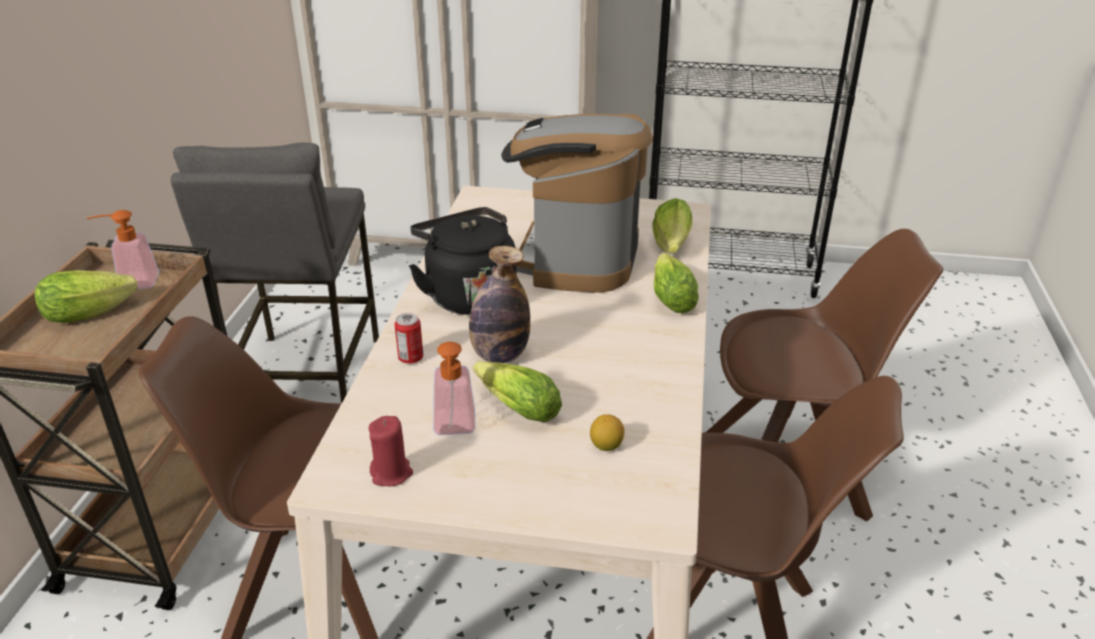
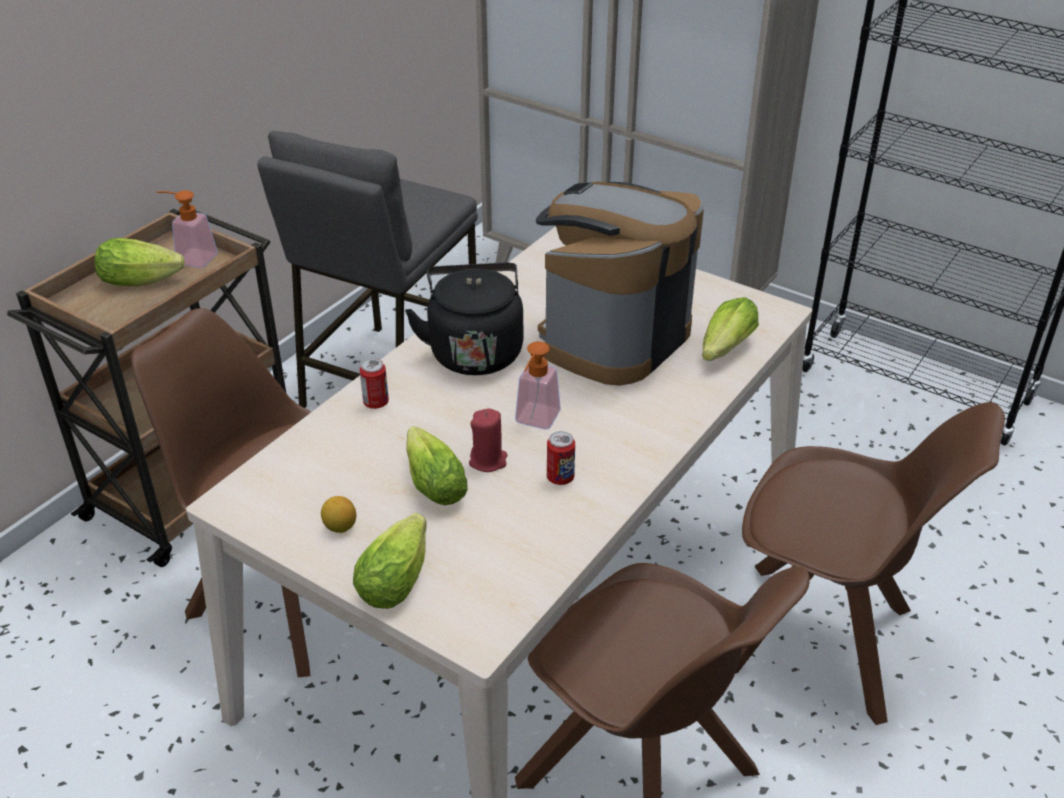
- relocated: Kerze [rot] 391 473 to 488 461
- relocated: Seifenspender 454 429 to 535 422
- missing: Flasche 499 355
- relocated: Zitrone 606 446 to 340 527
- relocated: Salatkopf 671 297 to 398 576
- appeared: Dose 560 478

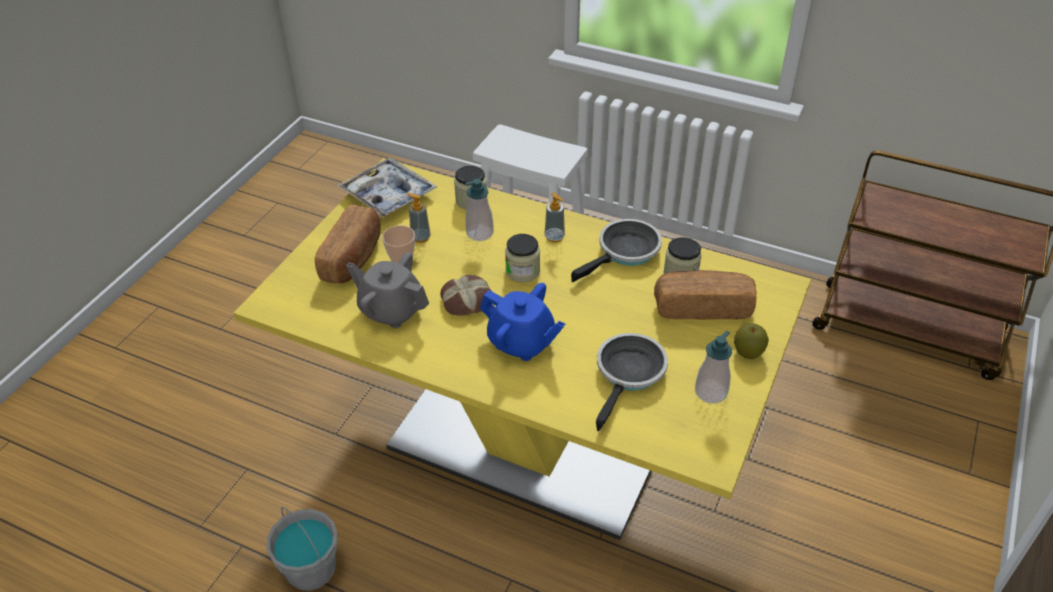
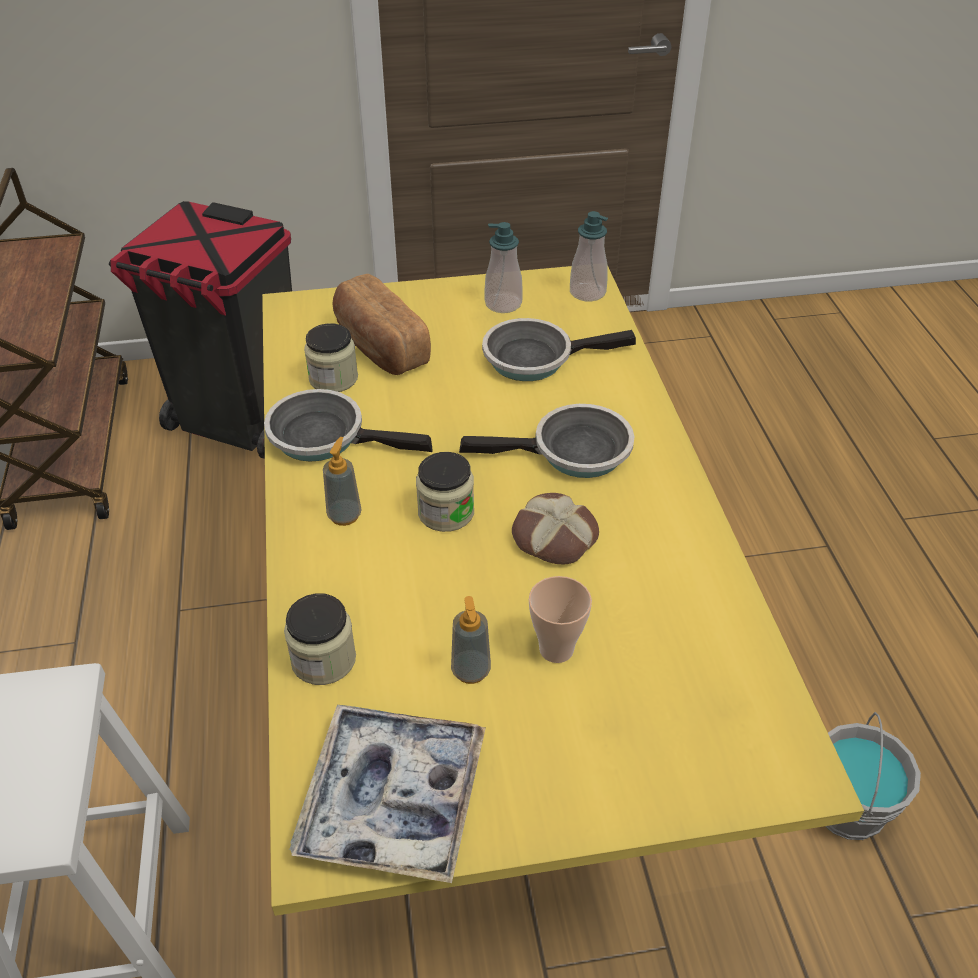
- missing: Brot 353 258
- missing: Teekanne [grau] 391 310
- relocated: Seifenspender 479 233 to 587 292
- exchanged: Teekanne [blau] 521 342 to Pfanne 573 452
- missing: Apfel 748 352
- appeared: Mülleimer [schwarz] 240 422

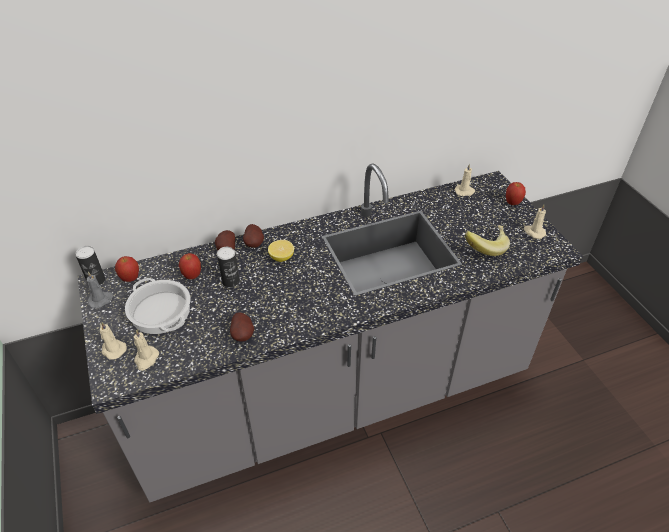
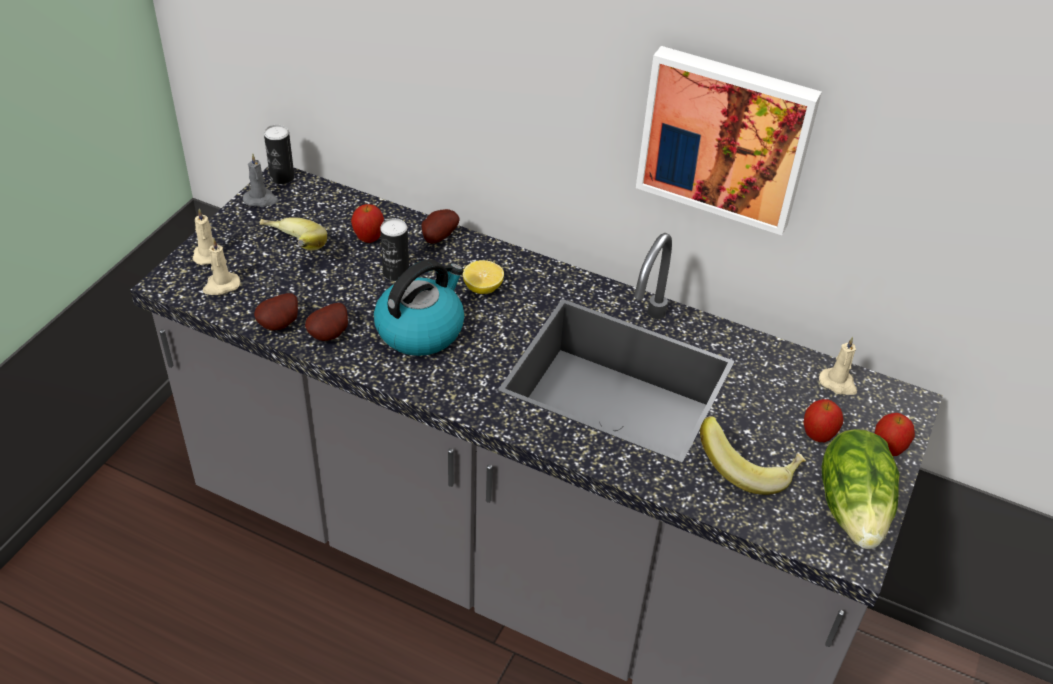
- relocated: Apfel 130 279 to 817 436
- exchanged: Kochtopf 159 311 to Banane 292 251
- relocated: Kartoffel 255 243 to 281 325
- exchanged: Kerze [beige] 534 232 to Salatkopf 854 508
- appeared: Wasserkessel 420 329
- appeared: Bild 726 137

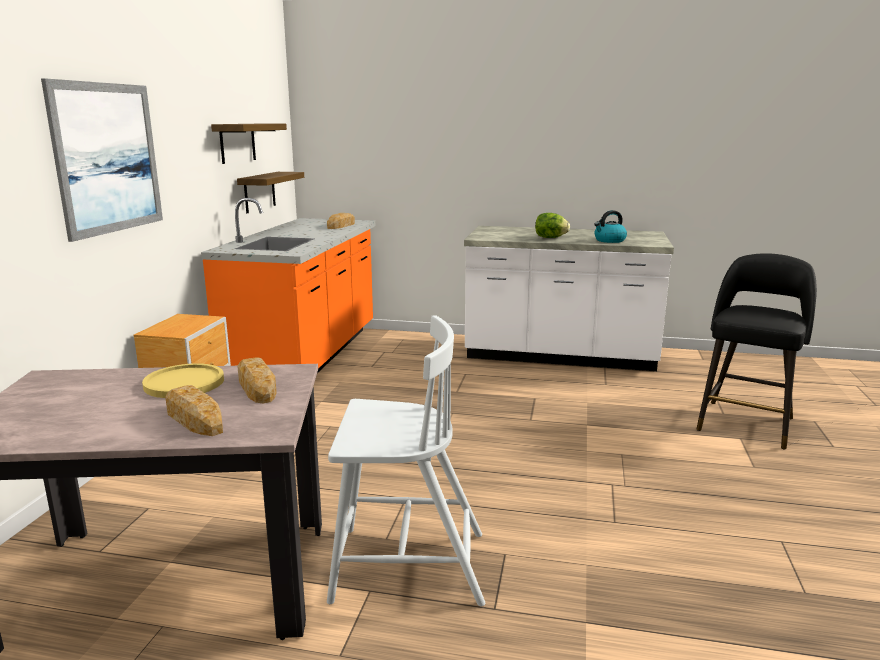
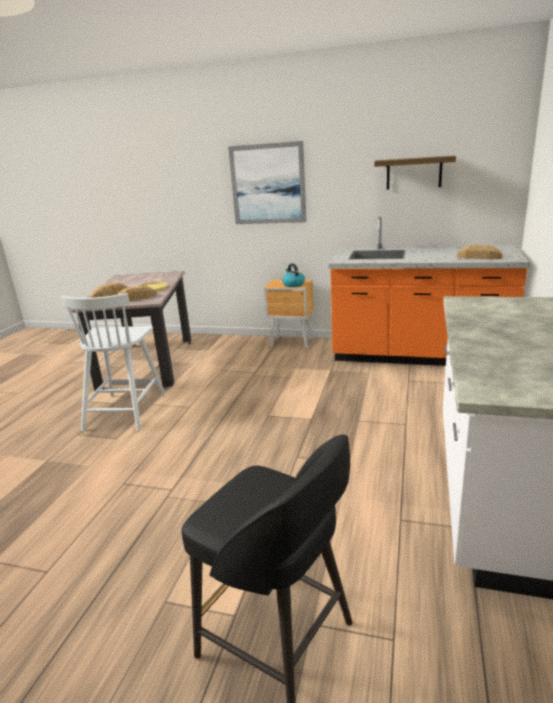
- missing: Wandregal 259 192
- missing: Salatkopf 550 238
- relocated: Wasserkessel 609 240 to 293 284

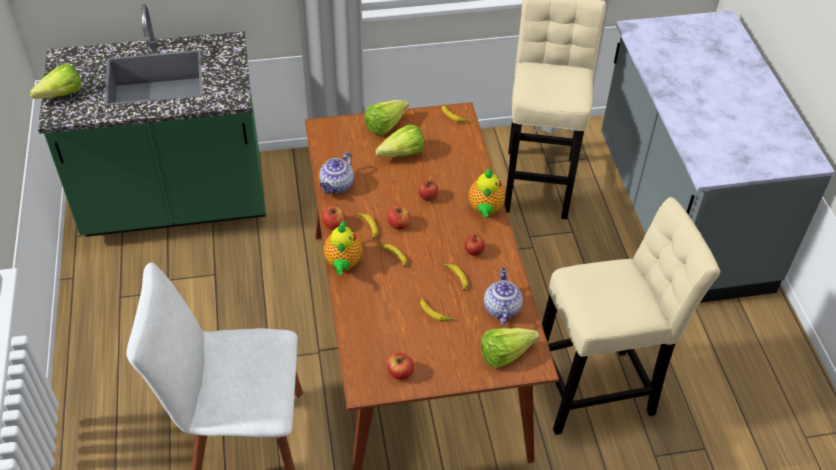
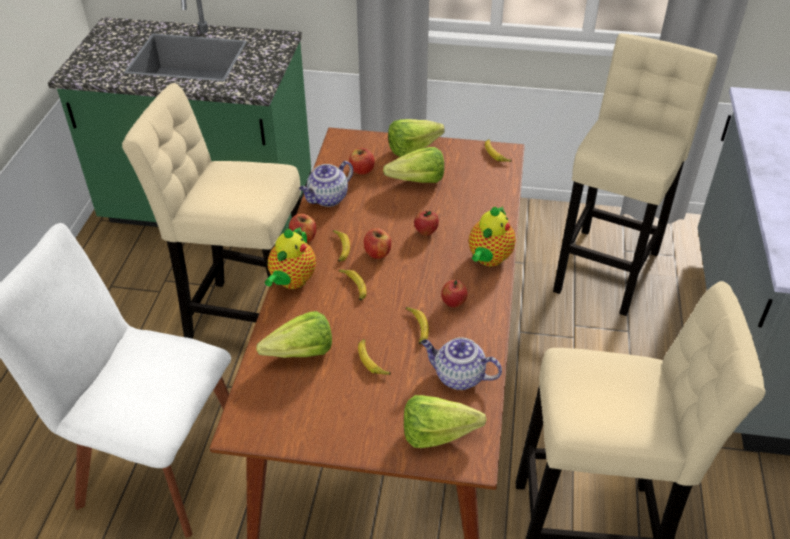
- relocated: Salatkopf 57 96 to 295 354
- relocated: Apfel 400 373 to 361 170
- spun: Teekanne 501 308 = 458 377 90 degrees counterclockwise
- appeared: Hocker [beige] 244 317

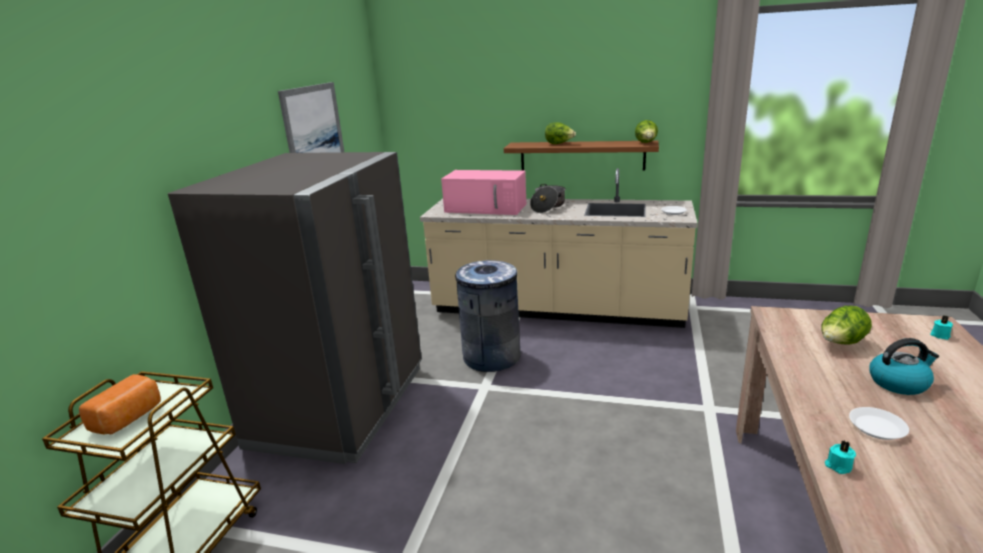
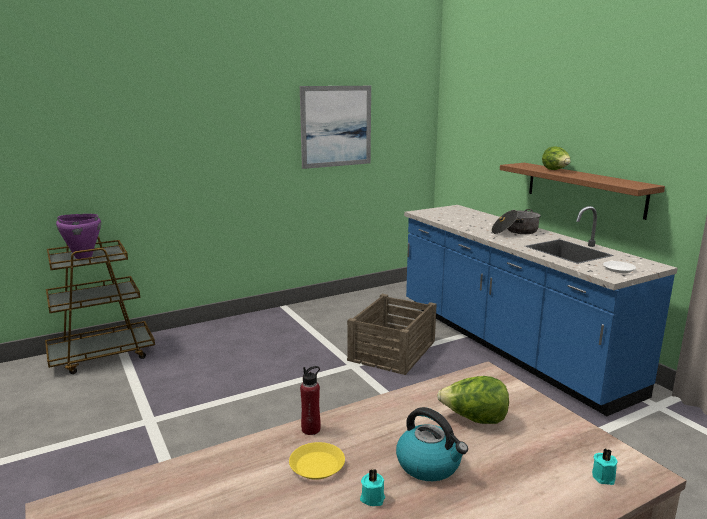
- exchanged: Brot 130 418 to Kochtopf [lila] 83 256
- missing: Kühlschrank [grau] 341 406
- colour: Küchenzeile [beige] 557 310 to Küchenzeile [blau] 507 345
- missing: Mikrowelle [rosa] 487 208
- exchanged: Mülleimer [grau] 491 357 to Kiste 393 350
- missing: Salatkopf 646 143
- relocated: Kerze [türkis] 838 466 to 372 497
- colour: Teller [weiß] 877 427 to Teller [gelb] 317 465
- appeared: Flasche [rot] 311 429

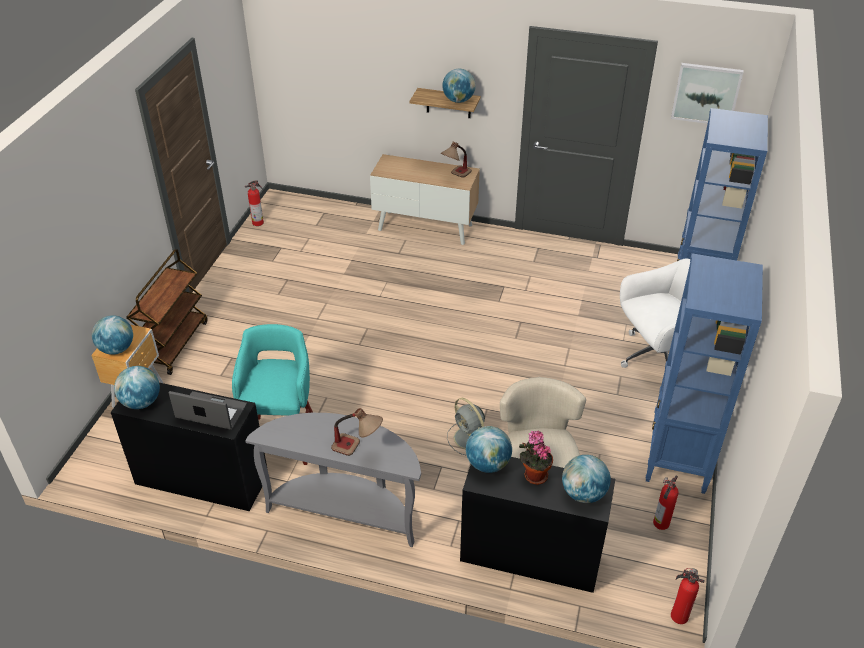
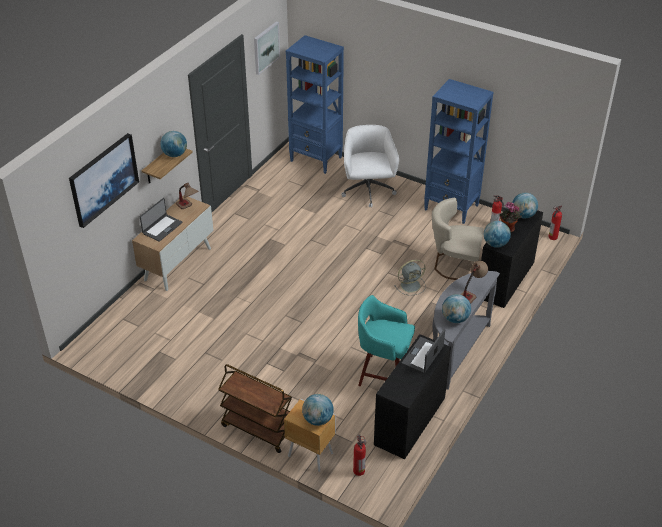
- relocated: Globus 141 402 to 455 319
- relocated: Feuerlöscher 258 222 to 359 470
- appeared: Bild 103 179
- appeared: Laptop 162 228

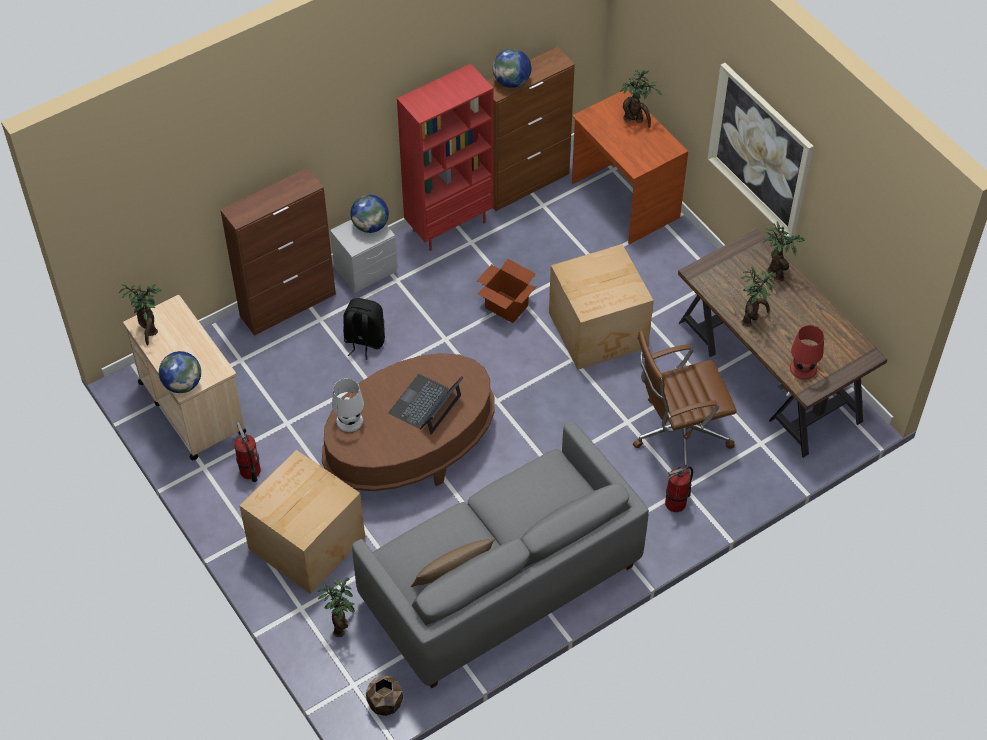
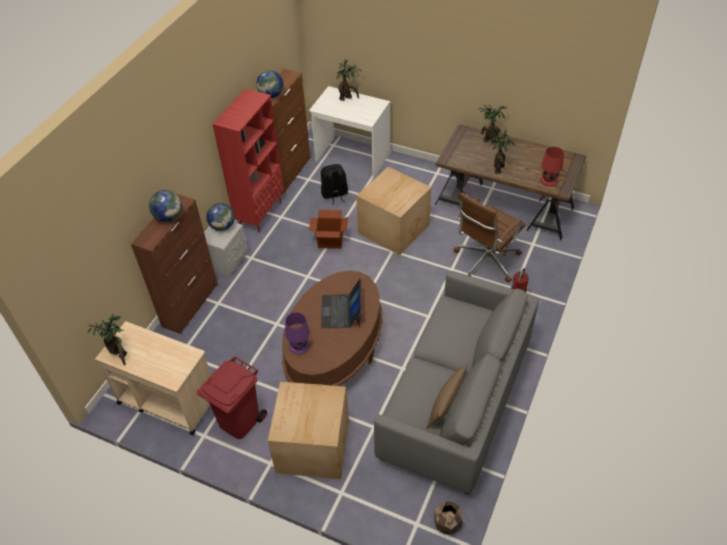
- relocated: Globus 183 384 to 169 217
- exchanged: Feuerlöscher 250 471 to Mülleimer [rot] 238 420
- missing: Topfpflanze 342 625
- colour: Tischlampe [weiß] 350 420 to Tischlampe [lila] 299 345
- relocated: Rucksack [schwarz] 364 341 to 334 195
- colour: Schreibtisch [braun] 624 200 to Schreibtisch [weiß] 352 157
- missing: Bild 760 151

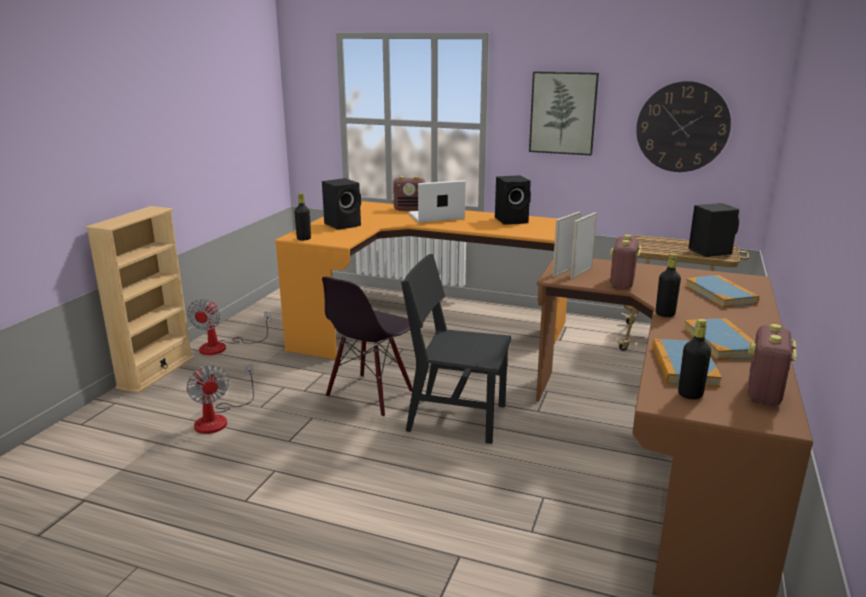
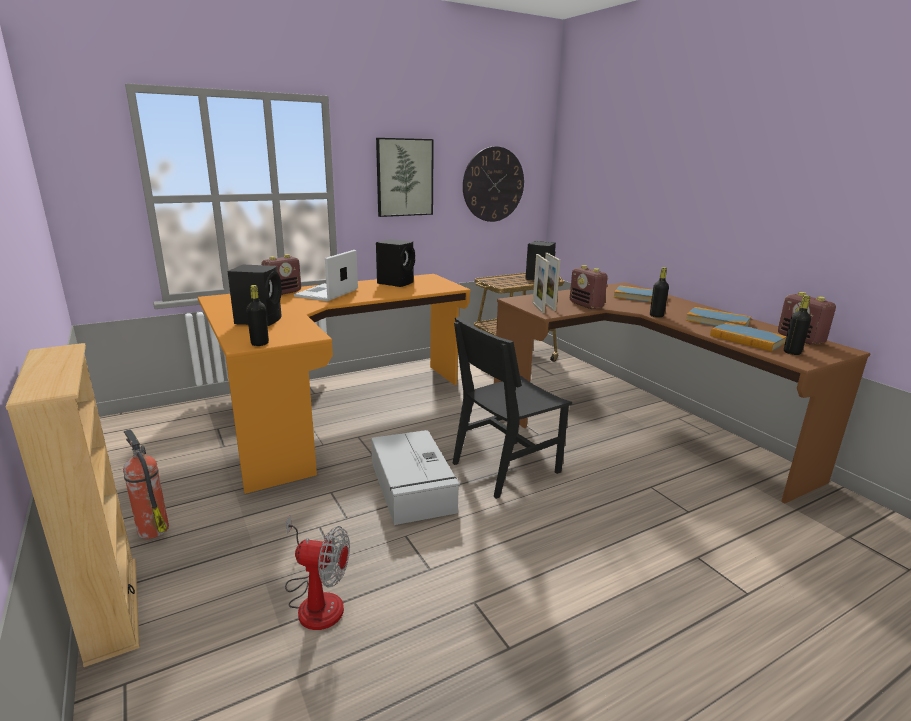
- exchanged: Ventilator 223 347 to Feuerlöscher 152 529
- exchanged: Stuhl [schwarz] 370 395 to Aufbewahrungsbox [grau] 412 487

